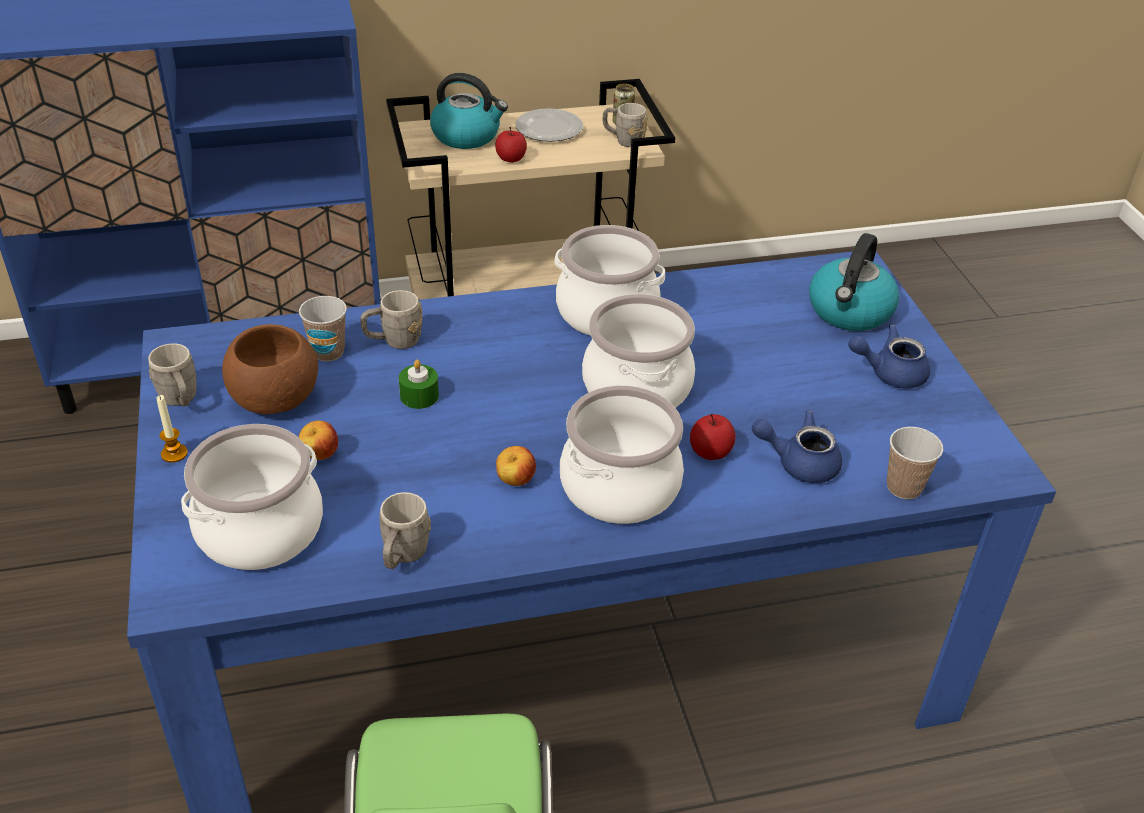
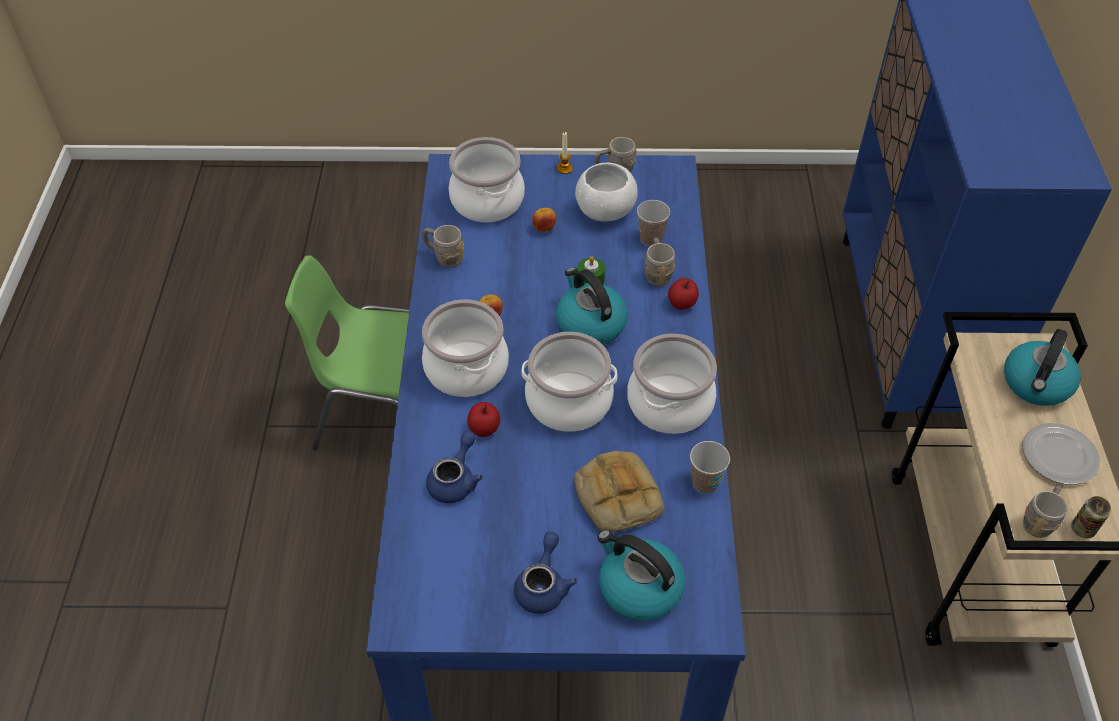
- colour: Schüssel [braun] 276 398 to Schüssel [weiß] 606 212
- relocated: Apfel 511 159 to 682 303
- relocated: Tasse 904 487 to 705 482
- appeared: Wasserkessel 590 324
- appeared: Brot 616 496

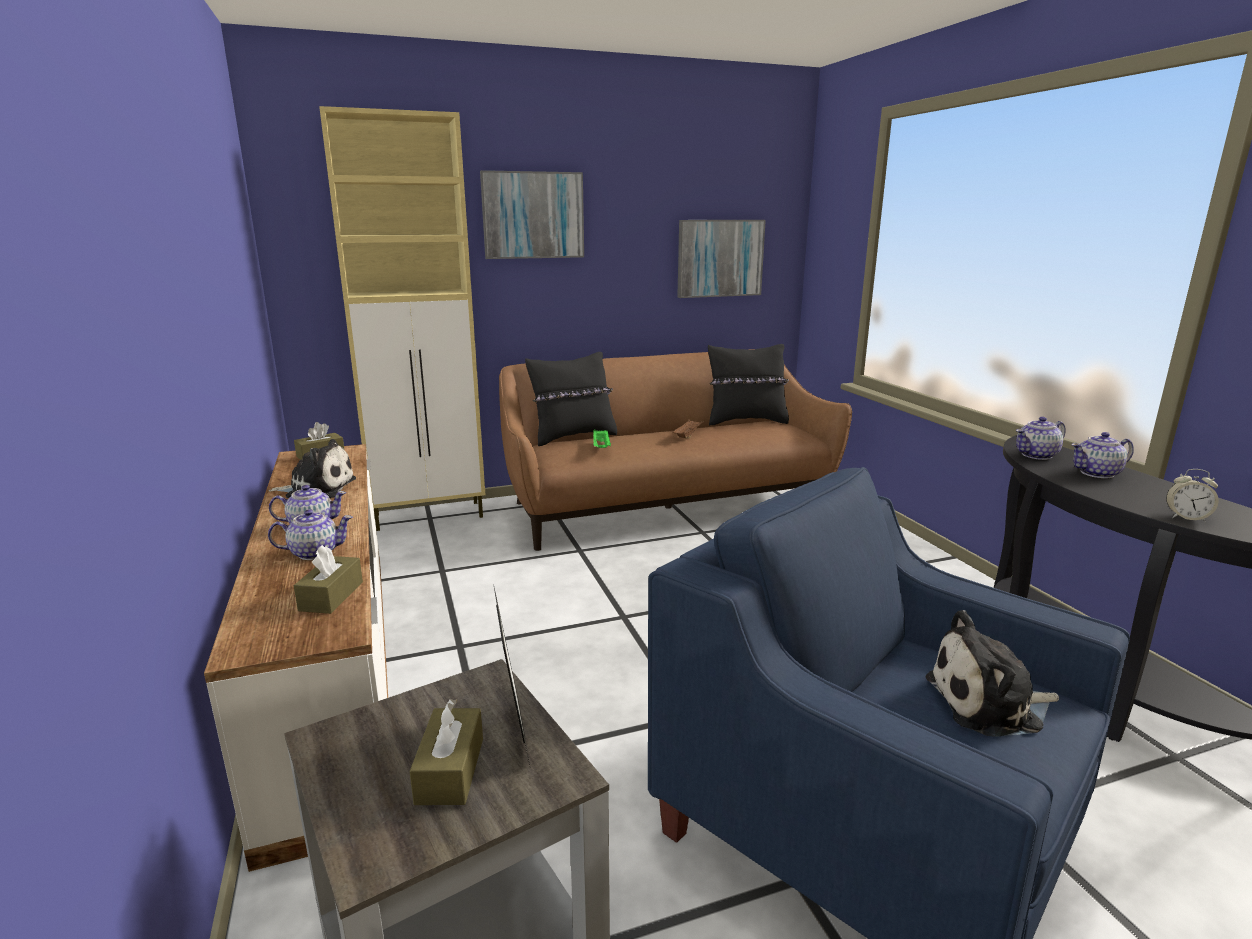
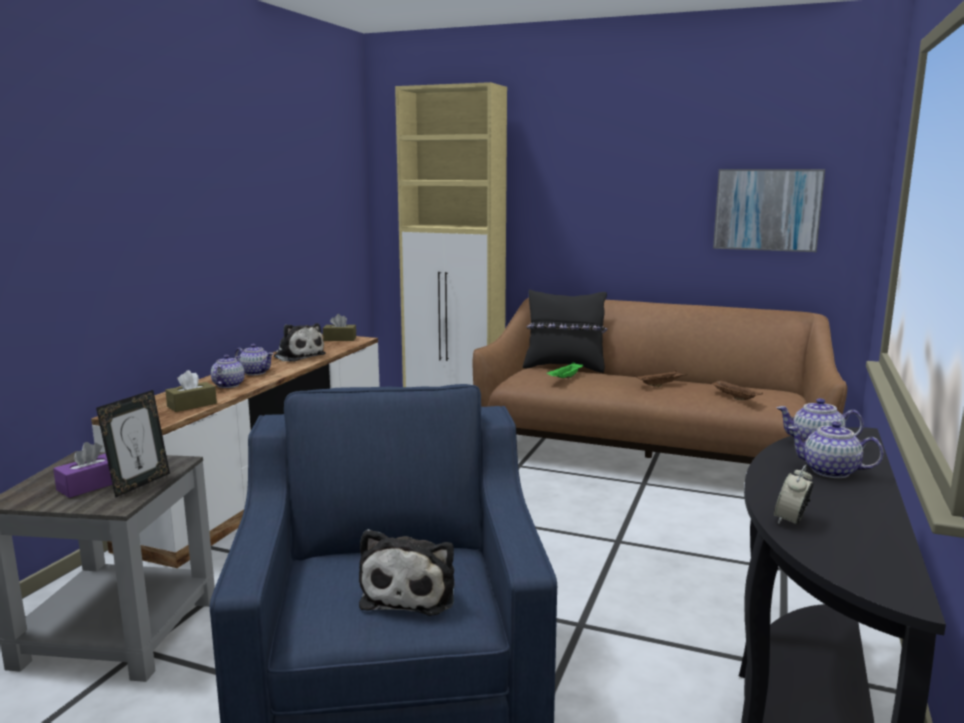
- spun: Teekanne 314 553 = 228 385 105 degrees counterclockwise
- colour: Taschentuchbox [braun] 450 770 to Taschentuchbox [lila] 90 485
- missing: Bild 533 215
- missing: Kissen [schwarz] 746 421
- spun: Plüschtier 989 704 = 411 592 120 degrees counterclockwise
- spun: Wecker 1186 518 = 791 521 60 degrees clockwise
- appeared: Tablett [braun] 733 397

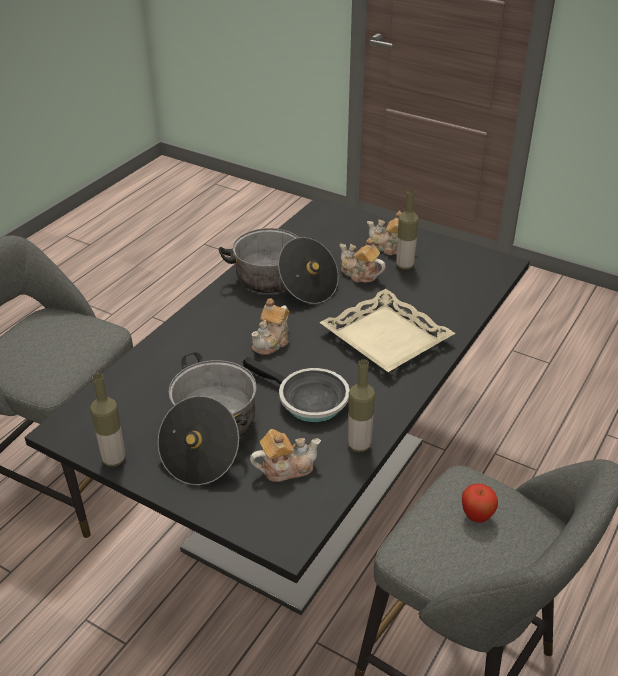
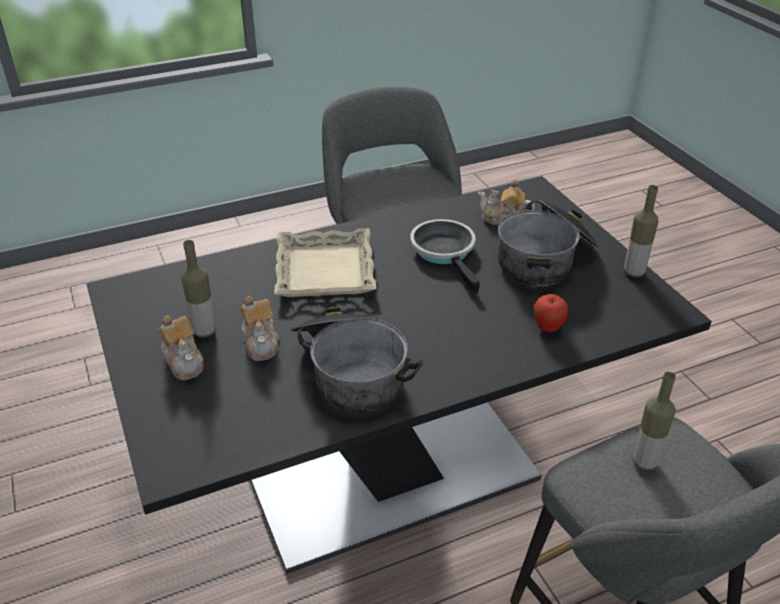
- missing: Teekanne 272 342
- relocated: Flasche 359 445 to 644 462
- relocated: Apfel 476 516 to 548 328

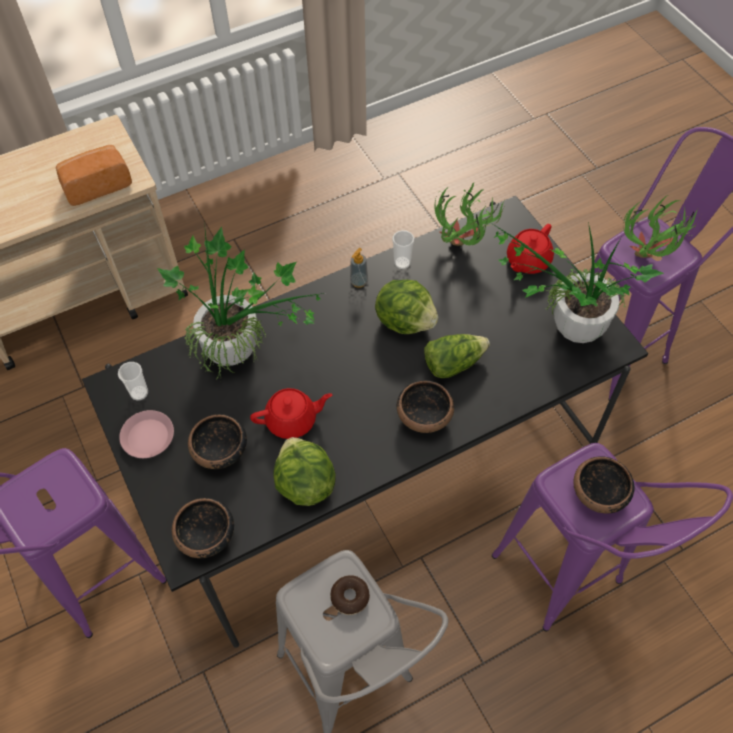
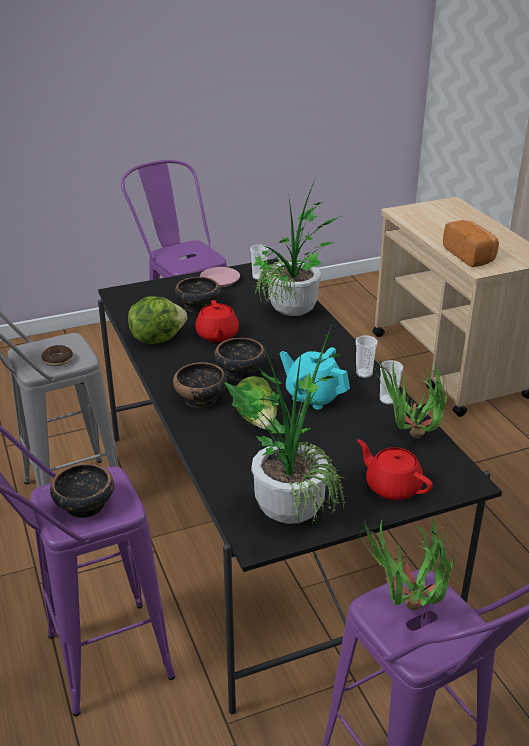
- relocated: Schüssel 207 537 to 239 371
- exchanged: Seifenspender 359 281 to Tasse 364 373
- exchanged: Salatkopf 405 320 to Teekanne [türkis] 313 396

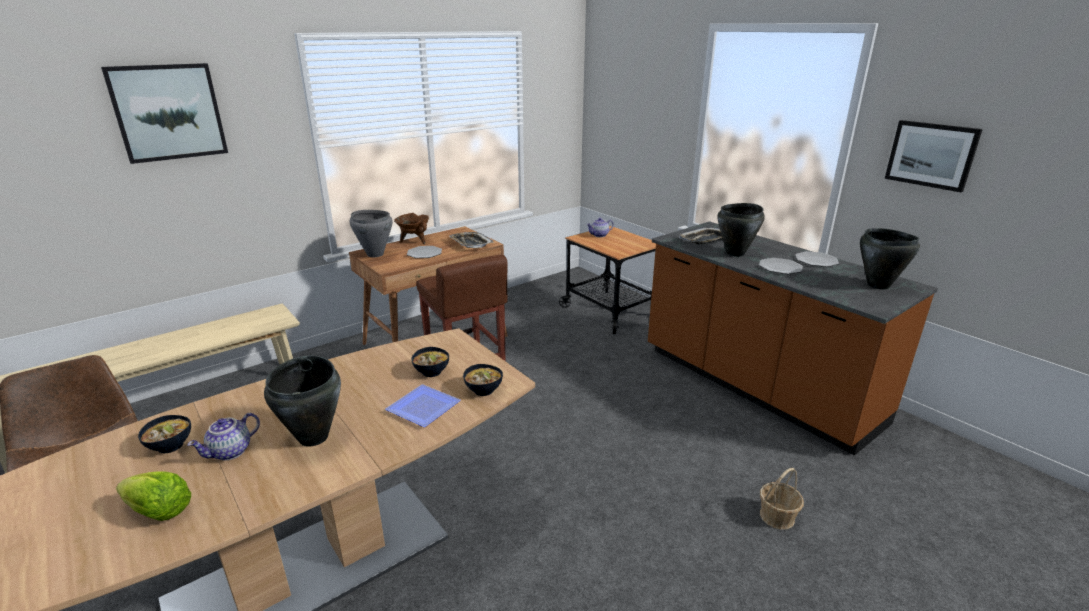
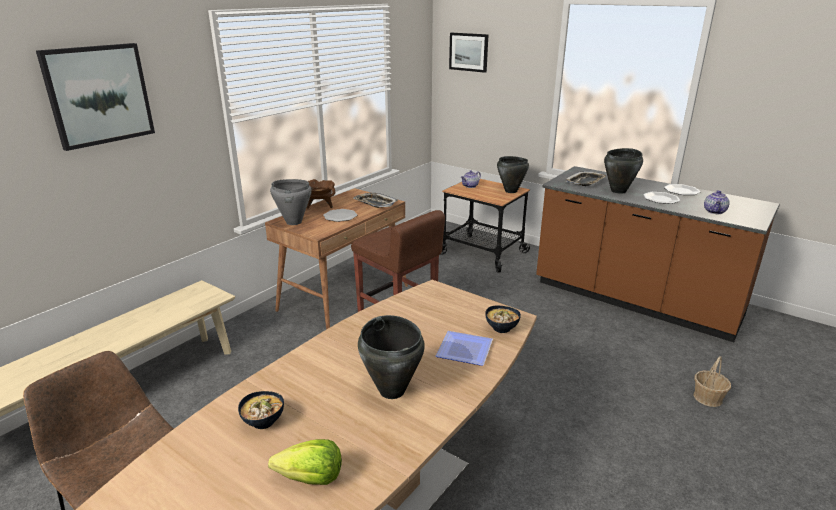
- relocated: Teekanne 230 452 to 715 212
- missing: Schüssel 431 372
- relocated: Kochtopf [schwarz] 878 285 to 511 191
- relocated: Bild 931 155 to 468 52

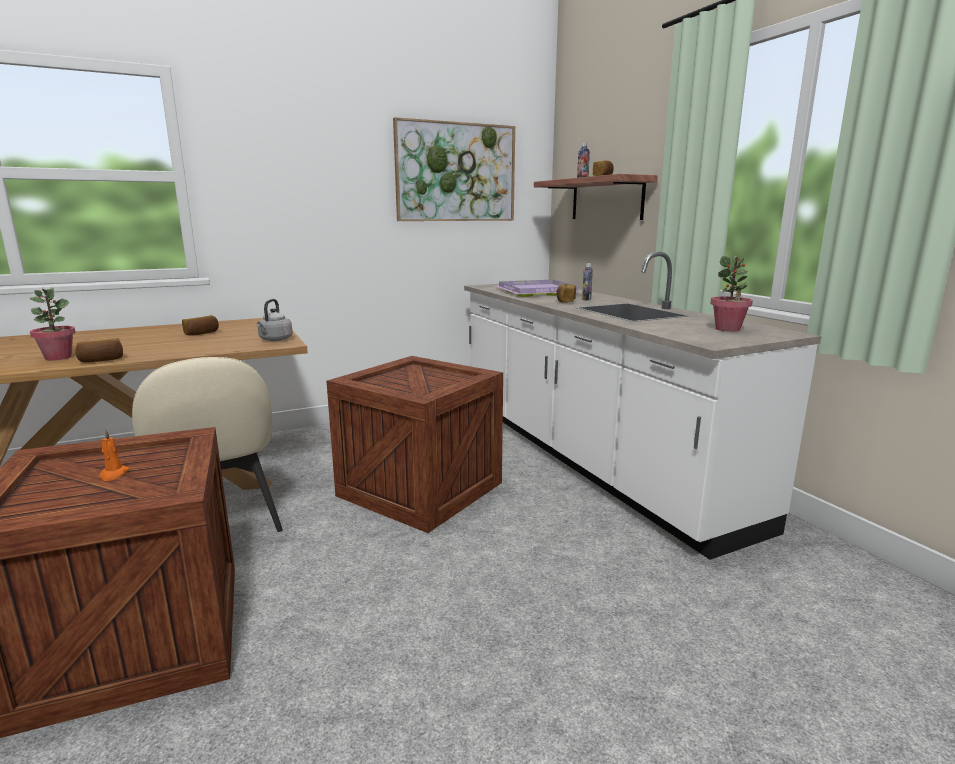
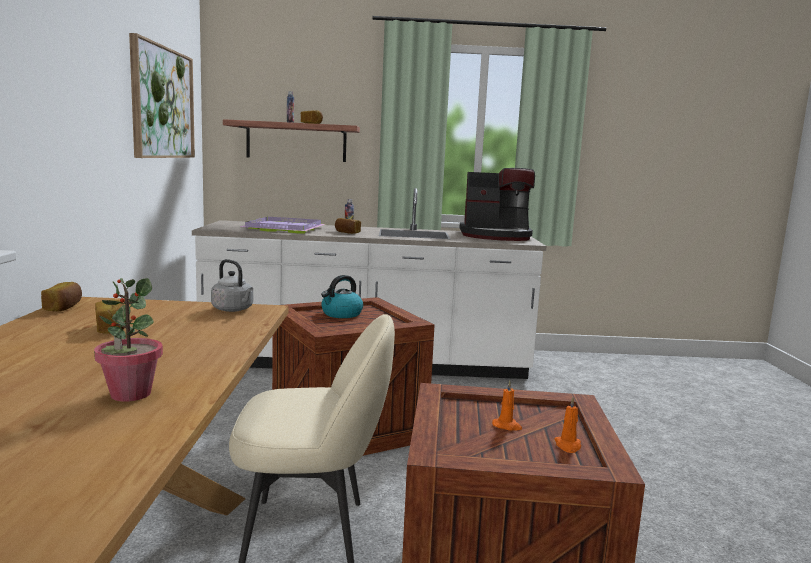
- relocated: Brot 101 360 to 64 307
- exchanged: Topfpflanze 728 329 to Kaffeemaschine 496 236
- appeared: Wasserkessel 341 314
- appeared: Kerze [orange] 568 446

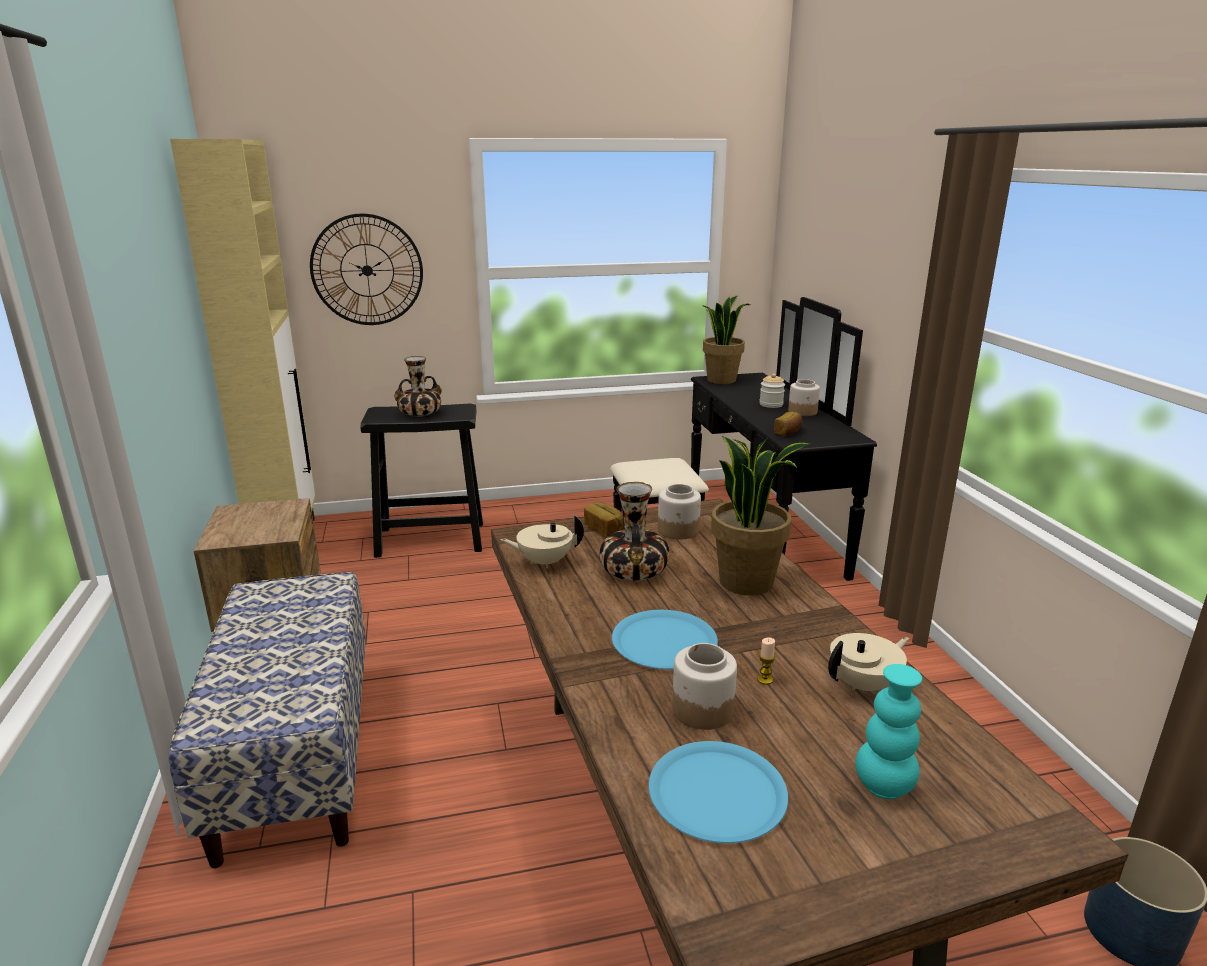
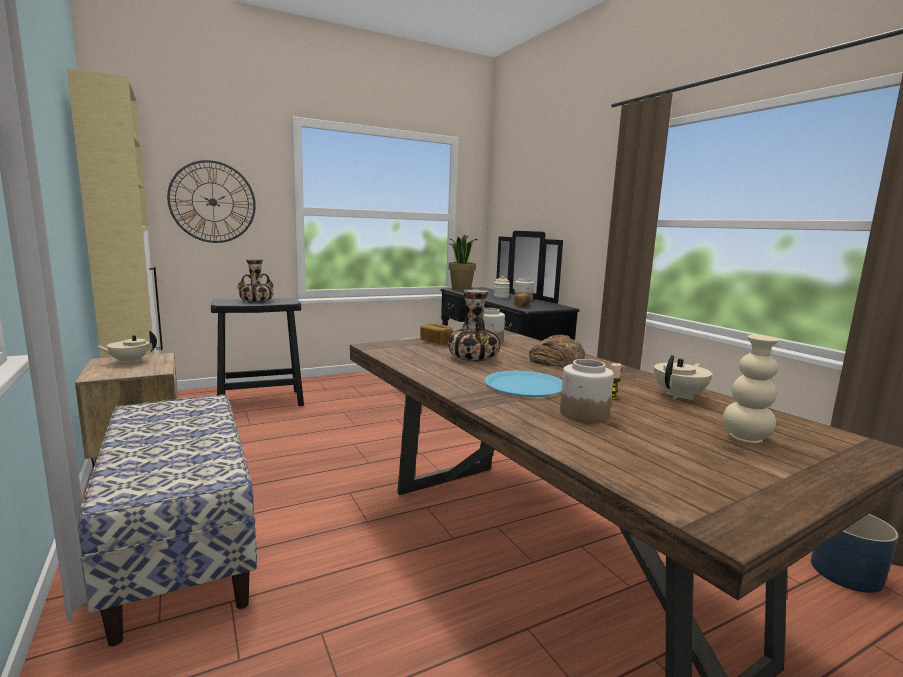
- relocated: Teekanne [beige] 544 562 to 129 362
- missing: Teller [blau] 717 792
- exchanged: Topfpflanze 747 581 to Brot 556 359
- colour: Vase [türkis] 883 787 to Vase [beige] 745 439

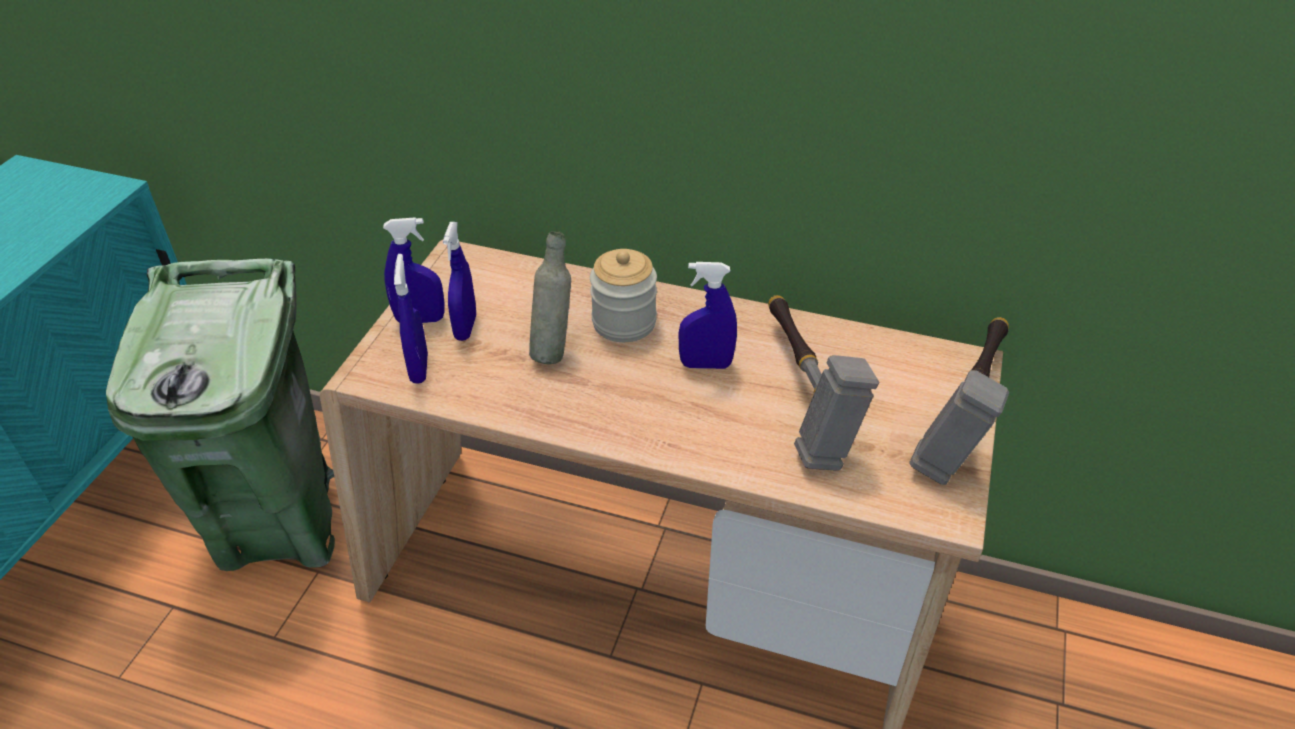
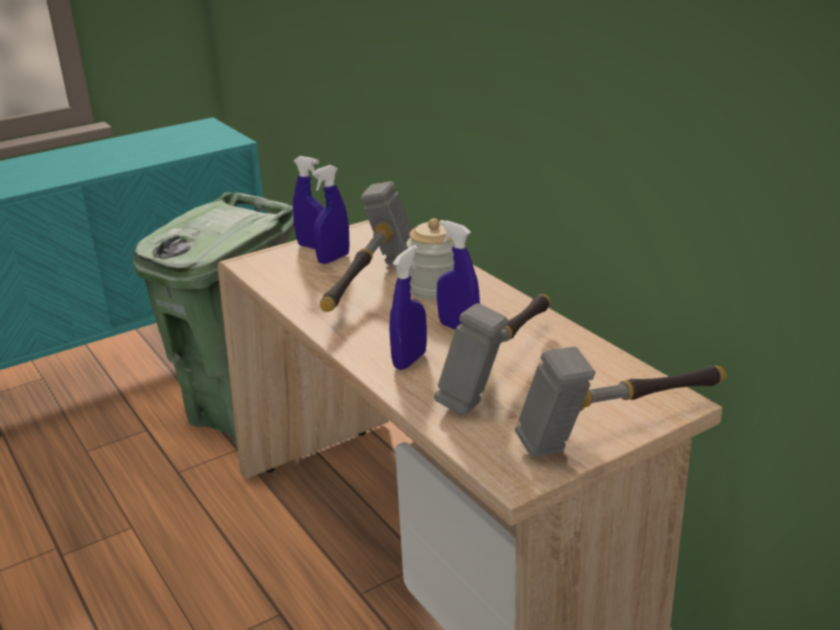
- relocated: Sprühflasche [blau] 419 368 to 409 360
- exchanged: Flasche [grau] 553 350 to Hammer 369 287

